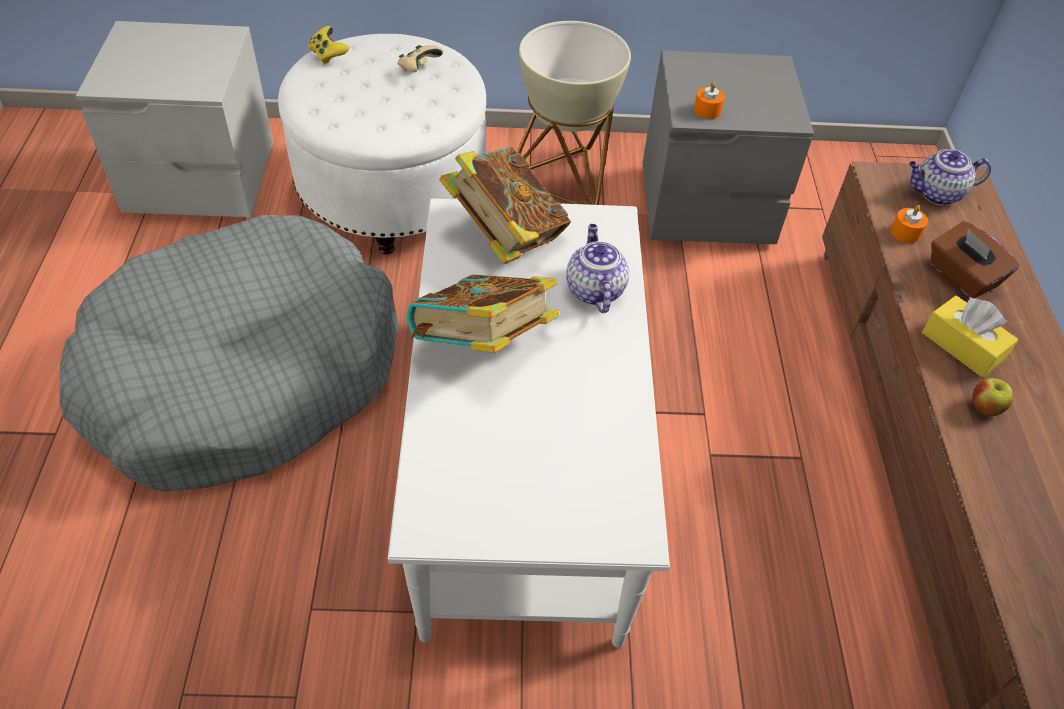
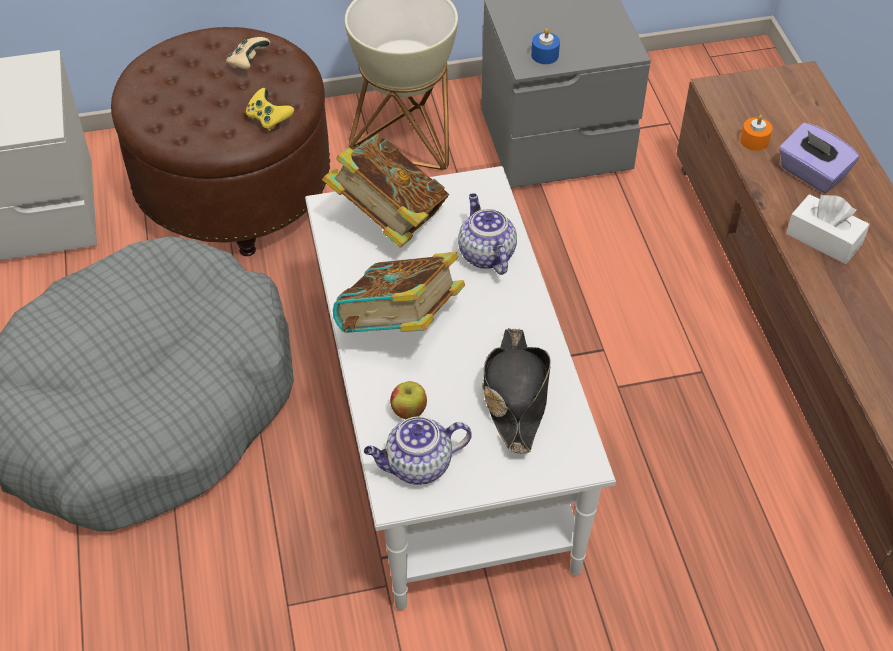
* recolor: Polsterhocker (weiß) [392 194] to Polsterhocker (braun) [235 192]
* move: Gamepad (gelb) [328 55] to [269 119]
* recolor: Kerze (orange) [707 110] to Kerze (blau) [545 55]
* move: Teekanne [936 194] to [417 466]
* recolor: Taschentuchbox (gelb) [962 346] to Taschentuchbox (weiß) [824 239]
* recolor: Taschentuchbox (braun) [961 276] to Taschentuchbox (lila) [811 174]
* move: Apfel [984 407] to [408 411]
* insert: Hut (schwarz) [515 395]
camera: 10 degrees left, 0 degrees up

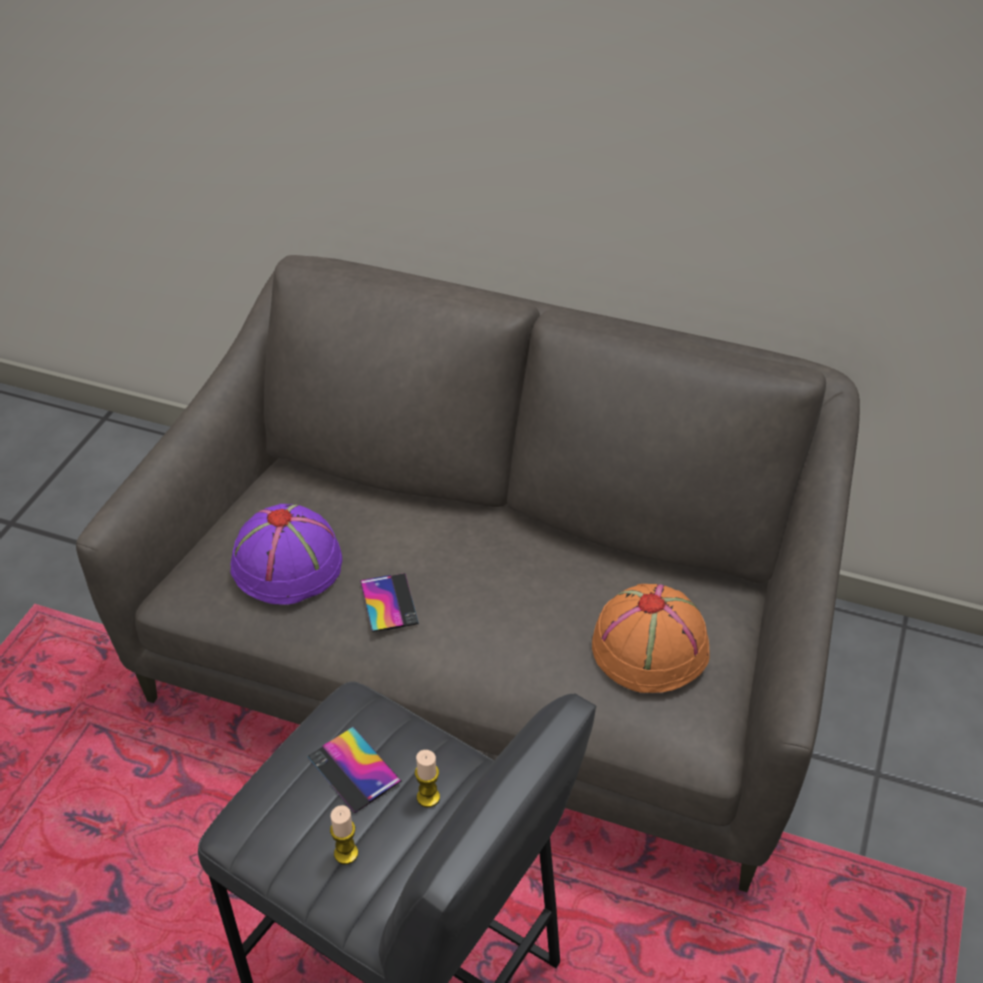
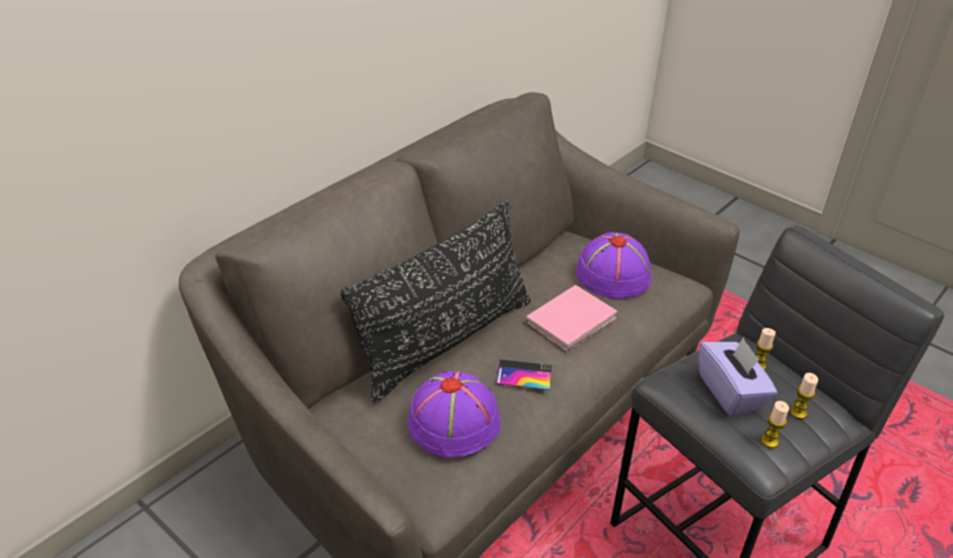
* replace: Handy [354 769] to Taschentuchbox (lila) [730 392]
* recolor: Hut (orange) [651 646] to Hut (lila) [613 274]
* insert: Kissen (schwarz) [445 341]
* insert: Buch (rosa) [573 320]
* insert: Kerze [769 441]
camera: 70 degrees left, 5 degrees down

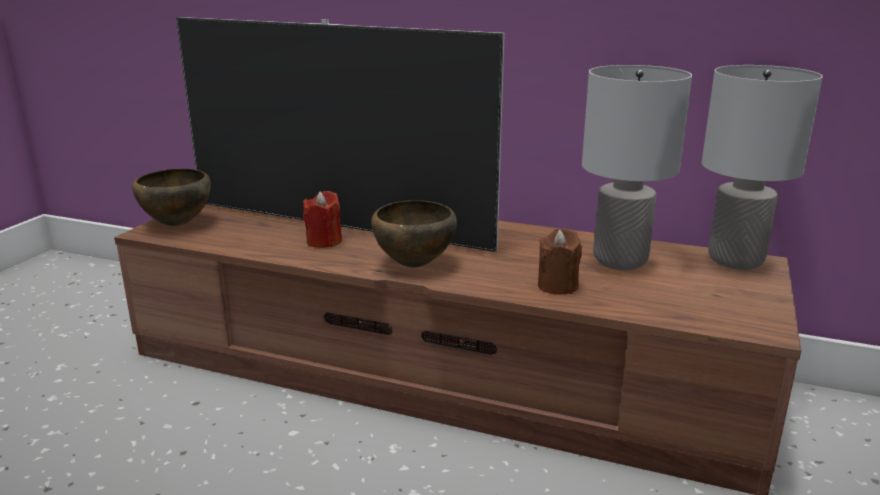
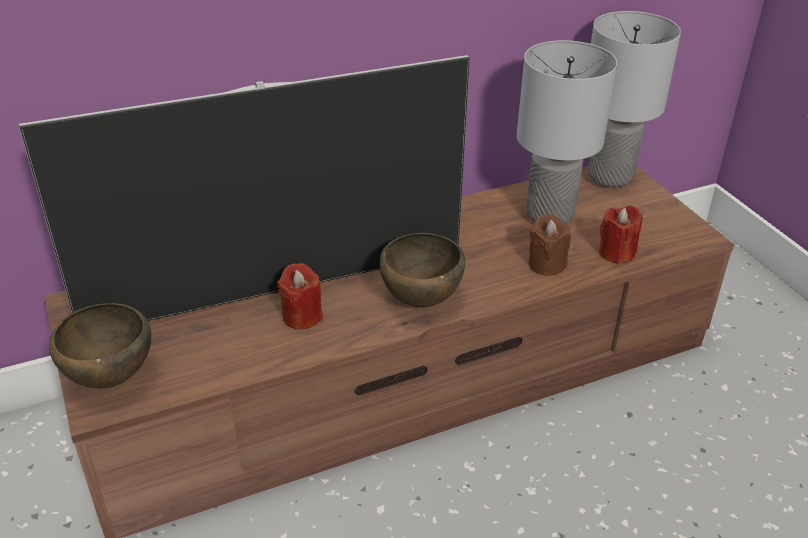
* insert: Kerze (rot) [616 253]
camera: 45 degrees left, 15 degrees up

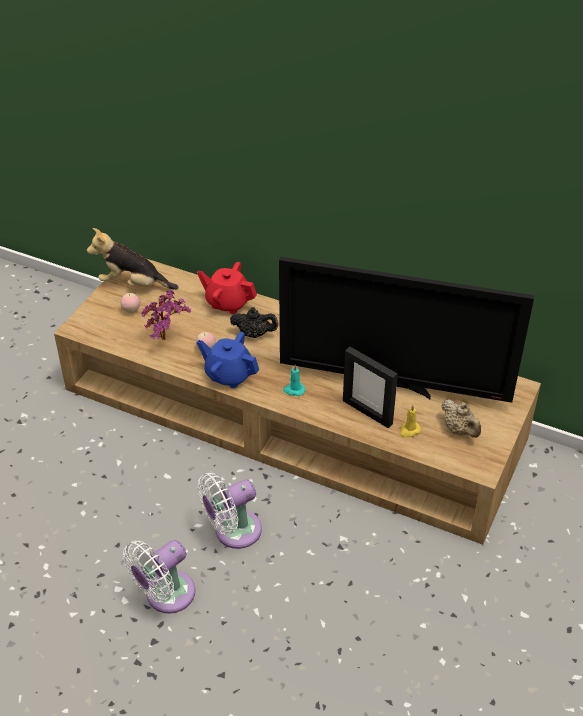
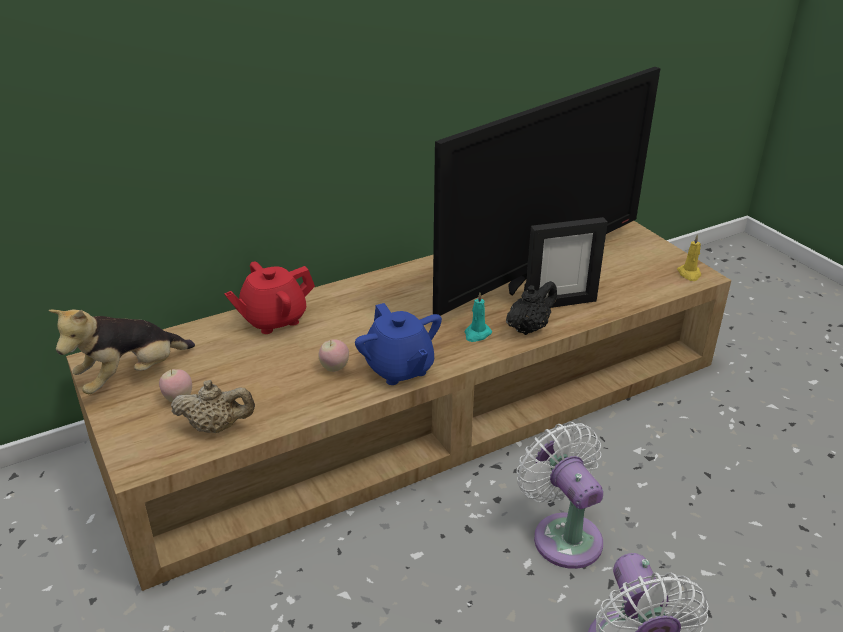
* delete: Topfpflanze [167 340]
* rotate: Teekanne (blau) [229 375] = [399 369] 90 degrees counterclockwise
* rotate: Ventilator (weiß) [233 532] = [563 535] 150 degrees clockwise
* move: Teekanne (schwarz) [254 334] to [529 328]
* move: Kerze (gelb) [409 430] to [689 274]
* move: Teekanne (beige) [459 430] to [216 427]
camera: 55 degrees left, 10 degrees down

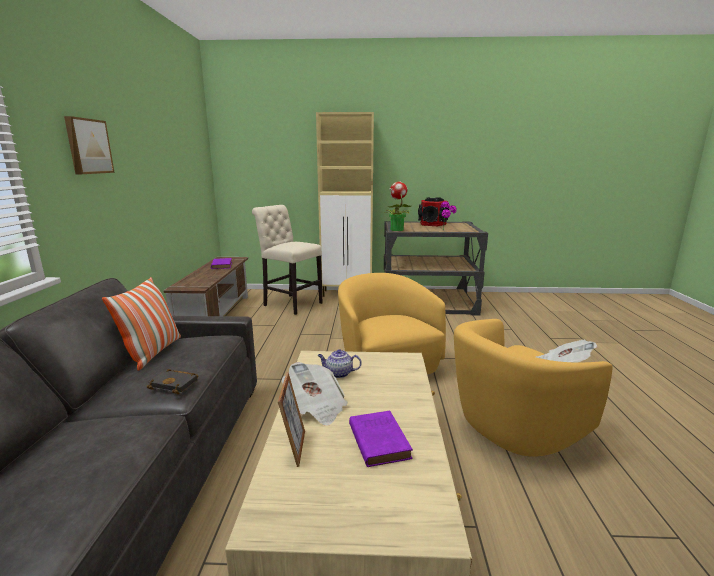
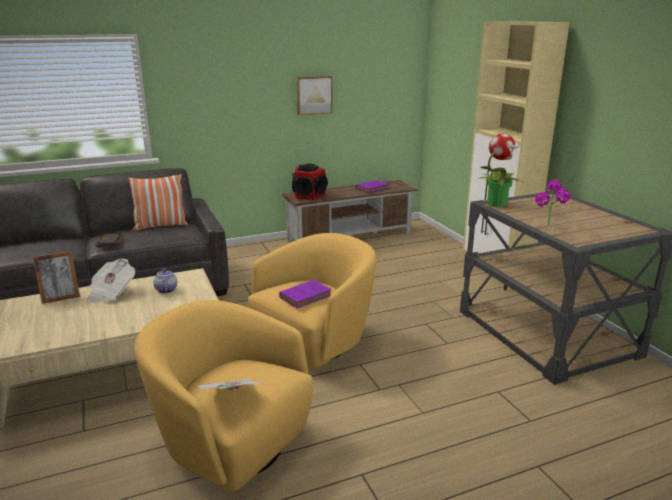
* move: Bild [88 146] to [314 95]
* delete: Hocker (beige) [290 304]
* move: Buch (lila) [378 440] to [306 296]
* move: Lautsprecher [432 224] to [309 195]
camera: 65 degrees right, 5 degrees up

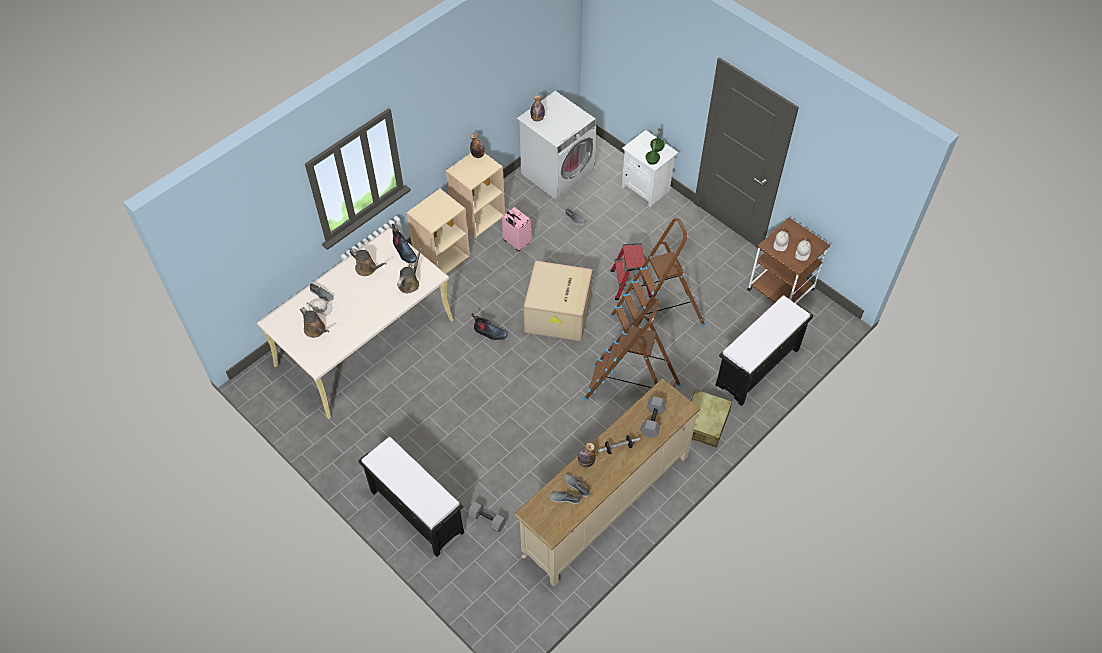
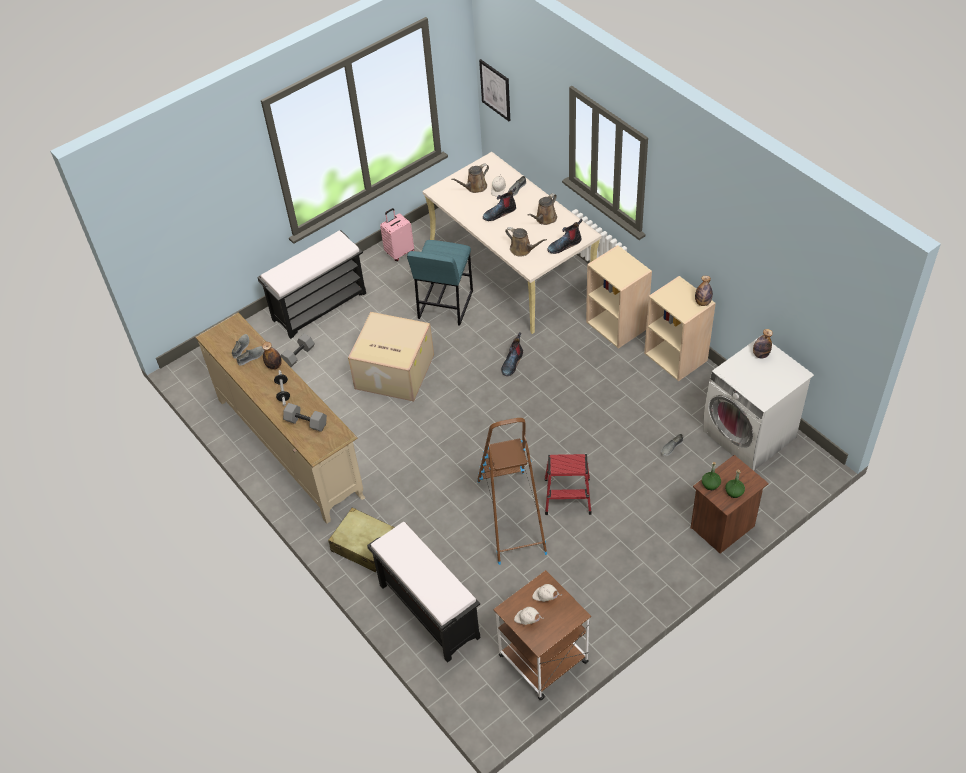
* move: Koffer (rosa) [516 242] to [399 252]
* move: Karton [559 314] to [393 372]
* delete: Trittleiter (braun) [632 392]
* recolor: Nachttisch (weiß) [646 188] to Nachttisch (braun) [723 527]
* insert: Hocker (blau) [445 305]
* insert: Bild [495 90]
* insert: Stiefel [499 213]
camera: 100 degrees right, 5 degrees down

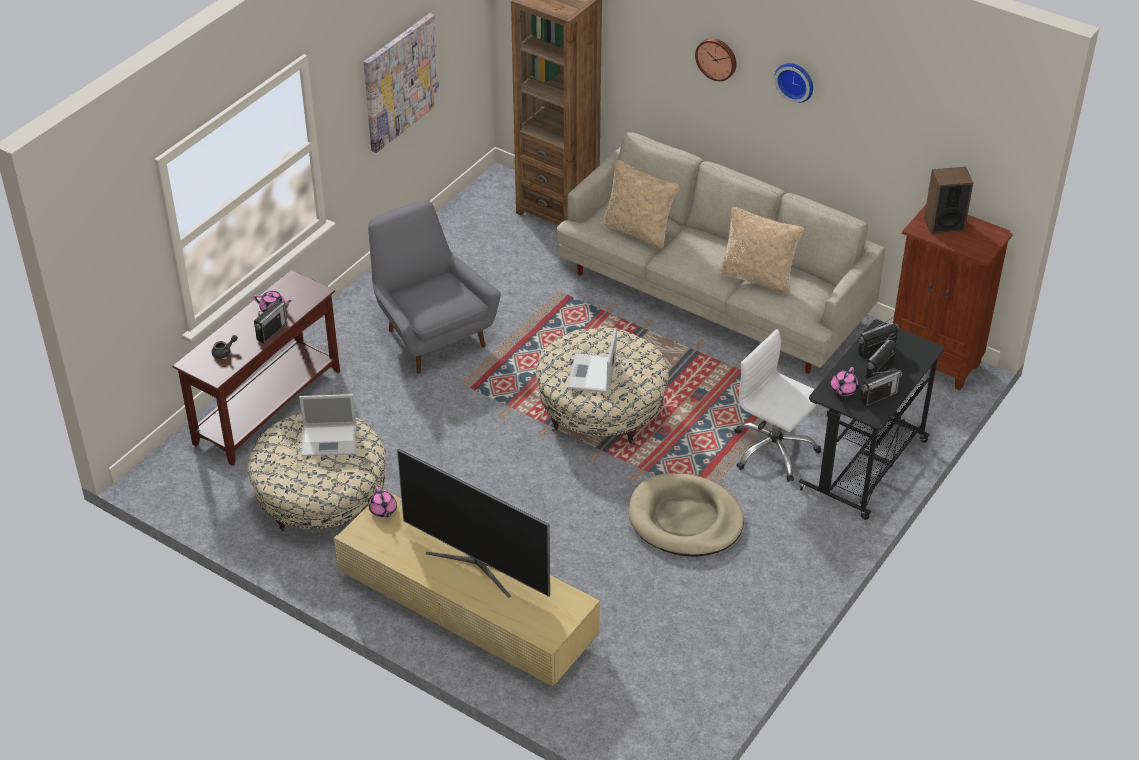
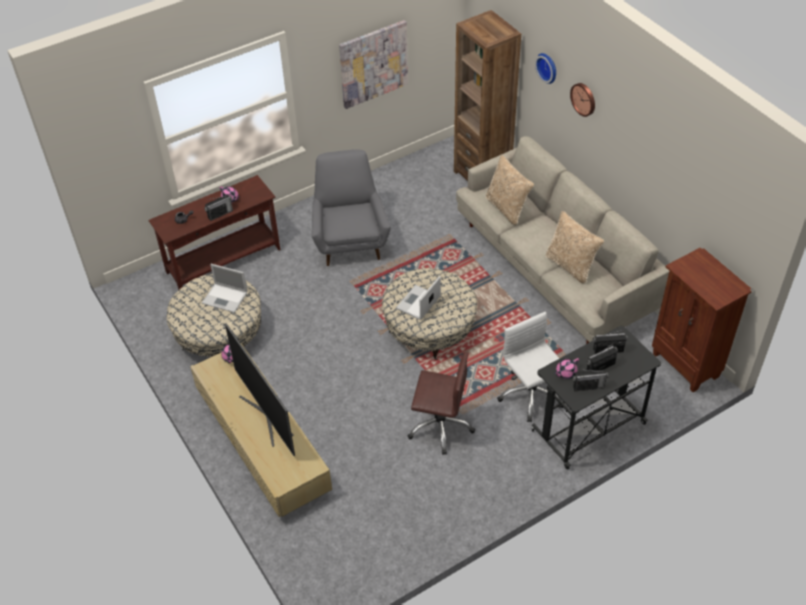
* replace: Hundebett (beige) [685 519] to Bürostuhl (braun) [440 426]
* move: Wanduhr [795 81] to [548 67]
* delete: Lautsprecher [944 224]
camera: 25 degrees right, 5 degrees up

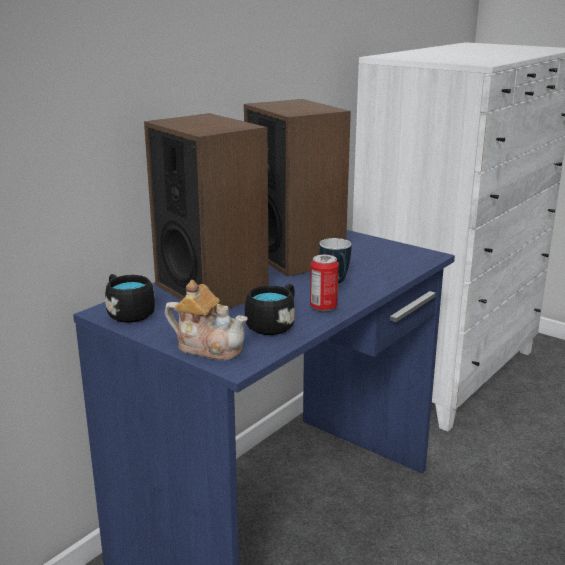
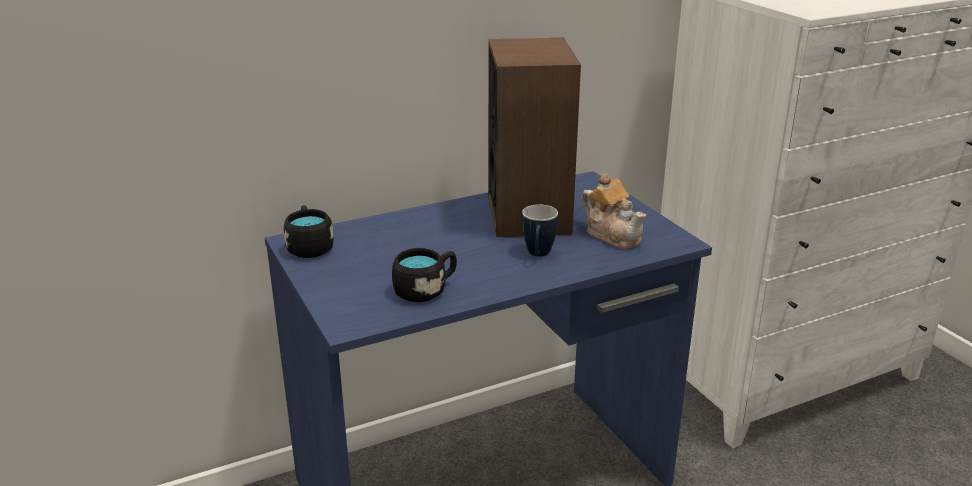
* delete: Lautsprecher [211 289]
* move: Teekanne [208 347] to [613 235]
* delete: Dose [323 307]
camera: 25 degrees right, 5 degrees up

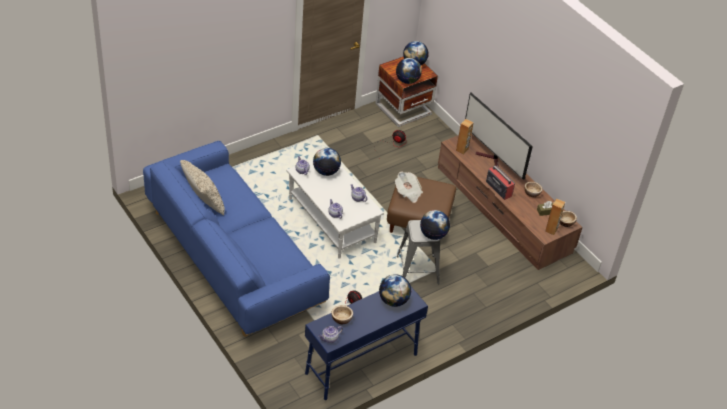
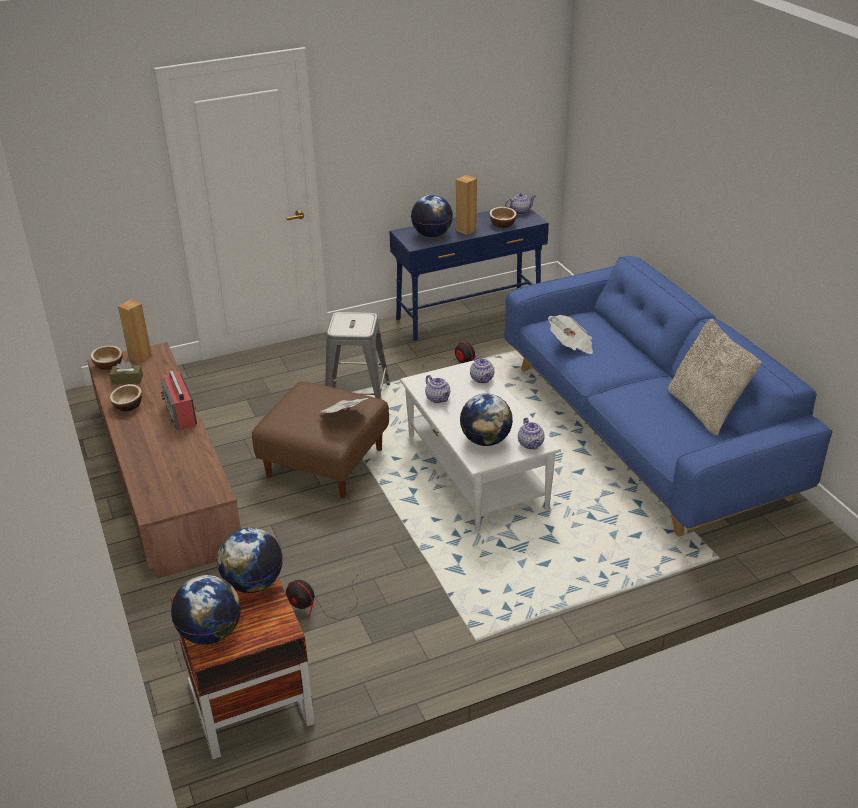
* delete: Globus [433 235]
* move: Lautsprecher (braun) [462 150] to [466 230]
* delete: Fernseher [492 161]
* insert: Zeitung [571 345]
camera: 165 degrees left, 10 degrees down

